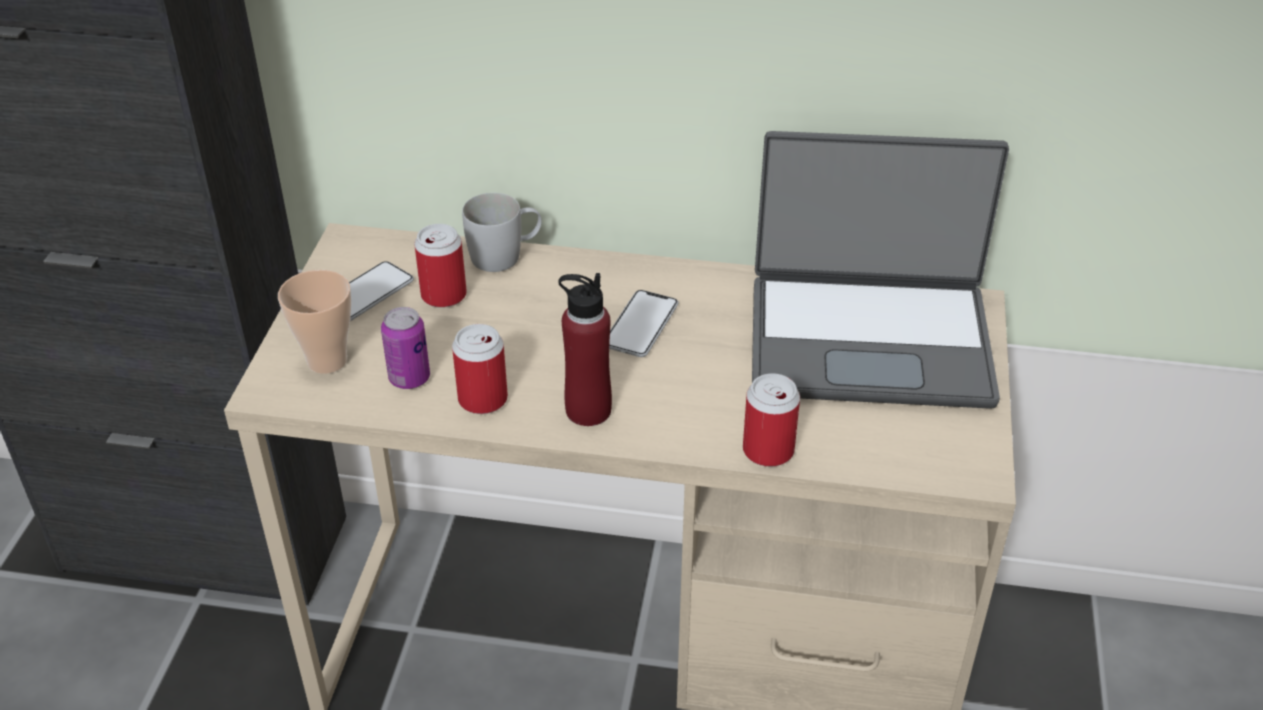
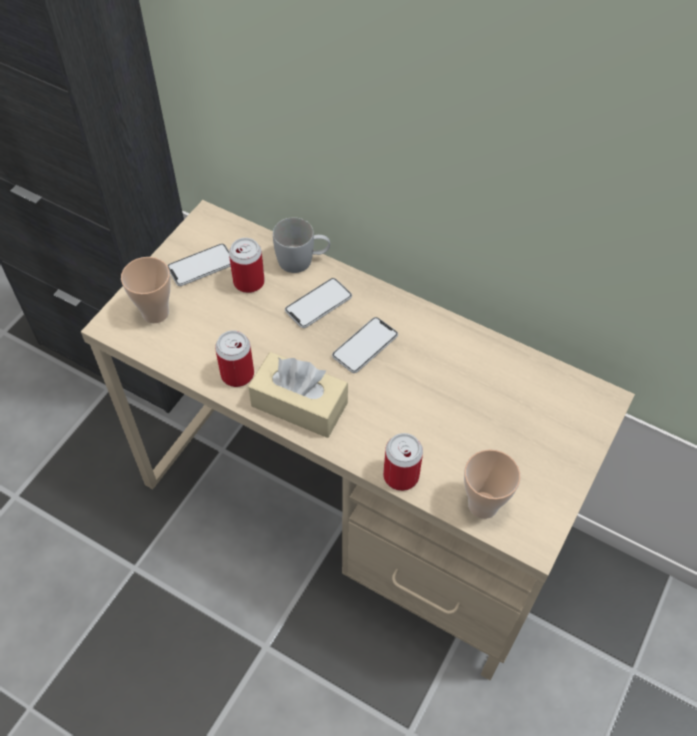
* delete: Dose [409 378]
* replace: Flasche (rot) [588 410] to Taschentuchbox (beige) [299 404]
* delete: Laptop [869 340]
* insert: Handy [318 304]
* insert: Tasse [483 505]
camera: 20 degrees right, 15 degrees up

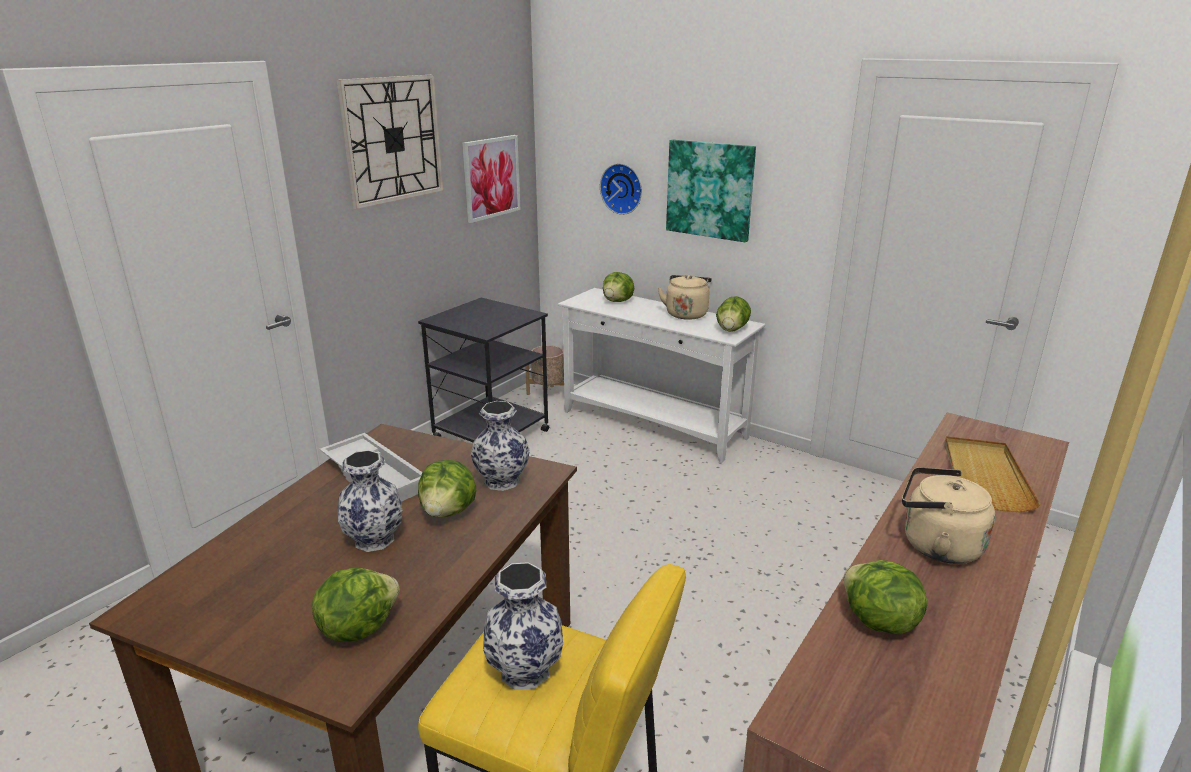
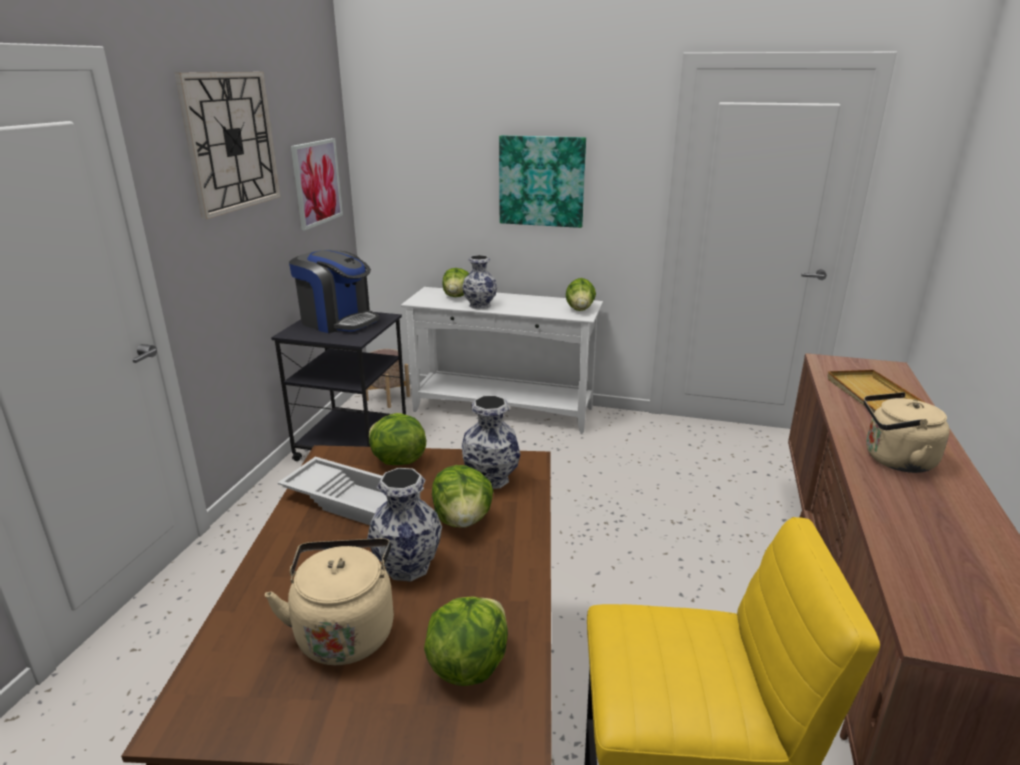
* move: Vase [525 669] to [480 305]
* delete: Wanduhr [622 188]
* move: Wasserkessel (beige) [686 313] to [345 630]
* move: Salatkopf [877 622] to [397 461]
* insert: Kaffeemaschine [338 321]
camera: 20 degrees left, 0 degrees up

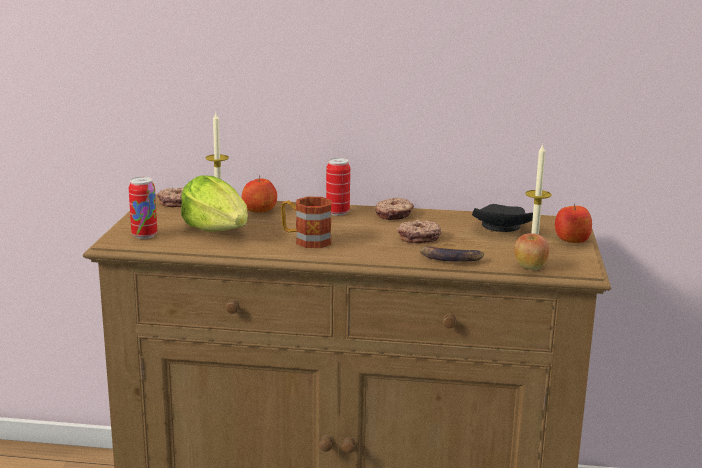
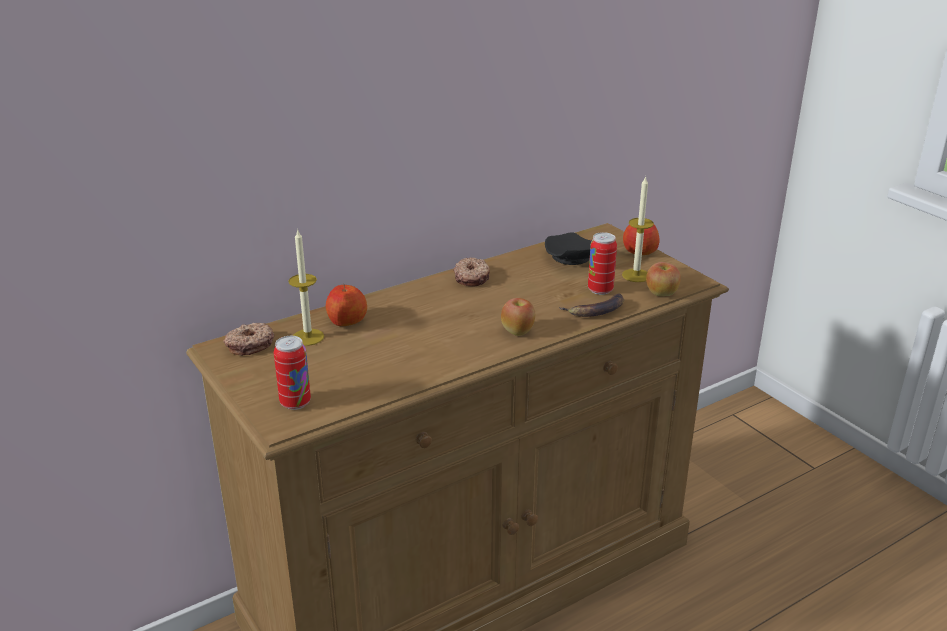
* delete: Salatkopf [218 230]
* delete: Henkelbecher [306 240]
* move: Dose [337 212] to [600 290]
* delete: Donut [418 237]
* insert: Apfel [518 331]
camera: 40 degrees left, 10 degrees up

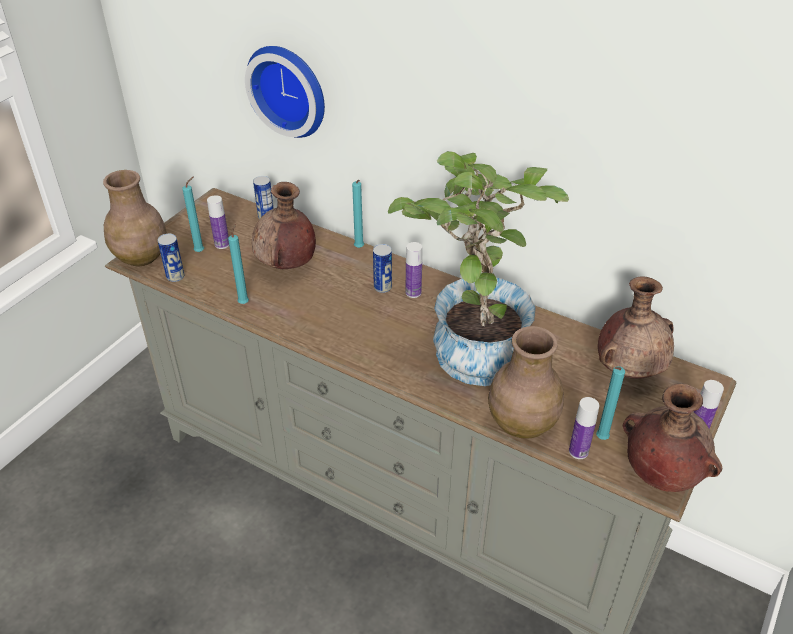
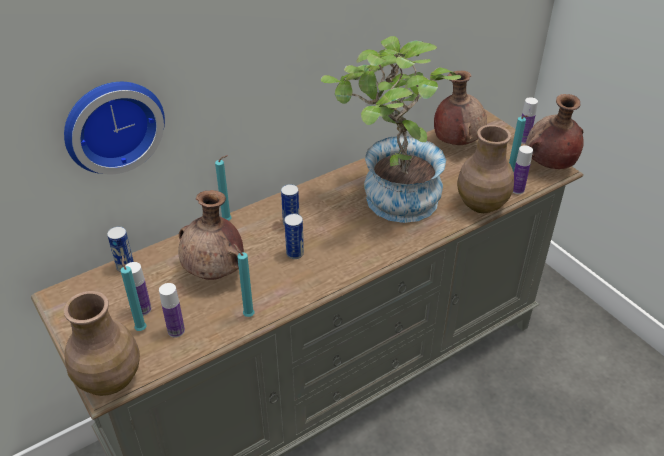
* move: Dose [175 276] to [295 253]
* move: Flasche [413 292] to [176 331]
camera: 65 degrees left, 0 degrees up

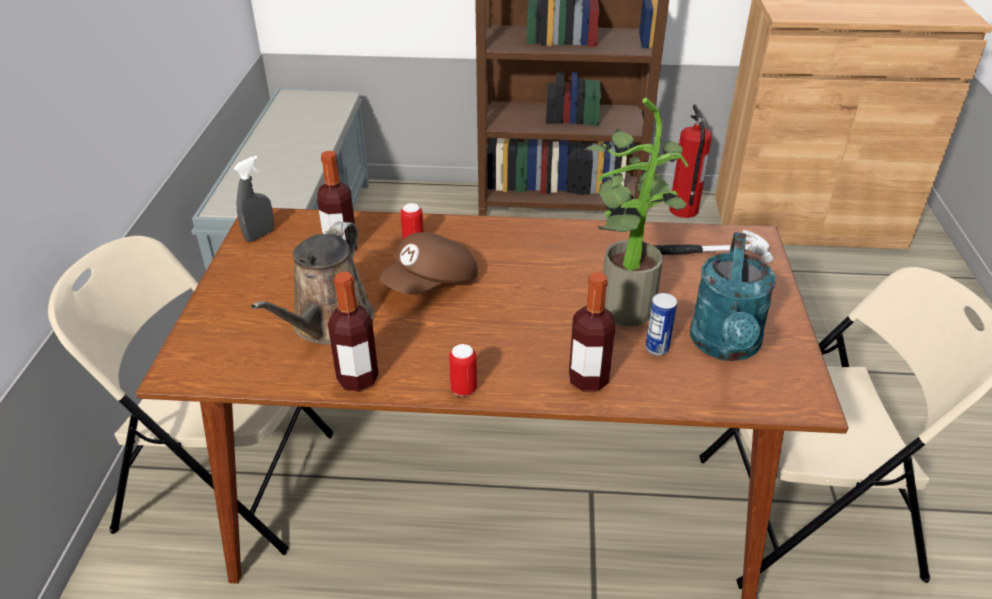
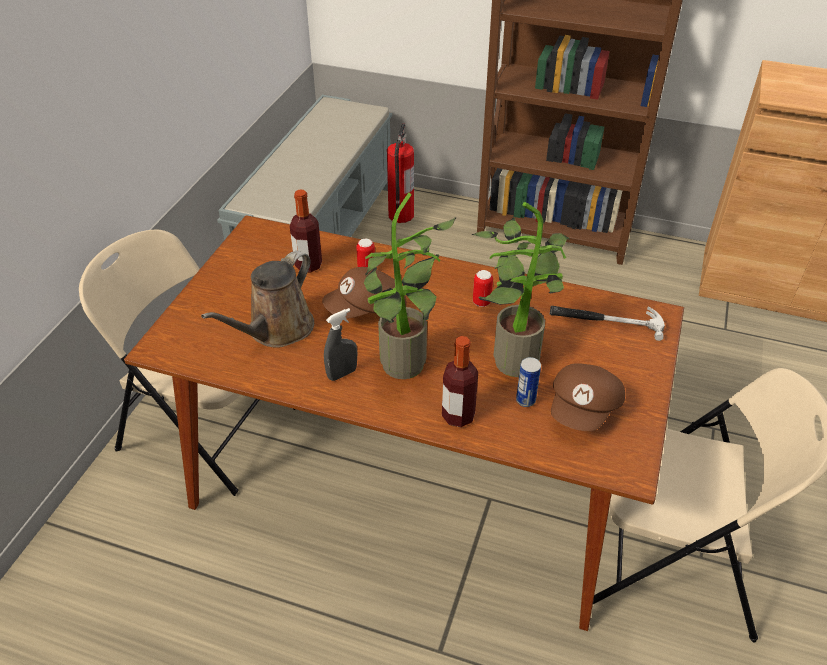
* move: Sprühflasche (grau) [260 235] to [342 374]
* delete: Flasche [358 379]
* move: Dose [463 389] to [481 302]
* move: Feuerlöscher [684 210] to [401 215]
* replace: Gießkanne (türkis) [725 346] to Kappe (braun) [584 409]
* insert: Topfpflanze [406 369]
camera: 15 degrees right, 5 degrees up

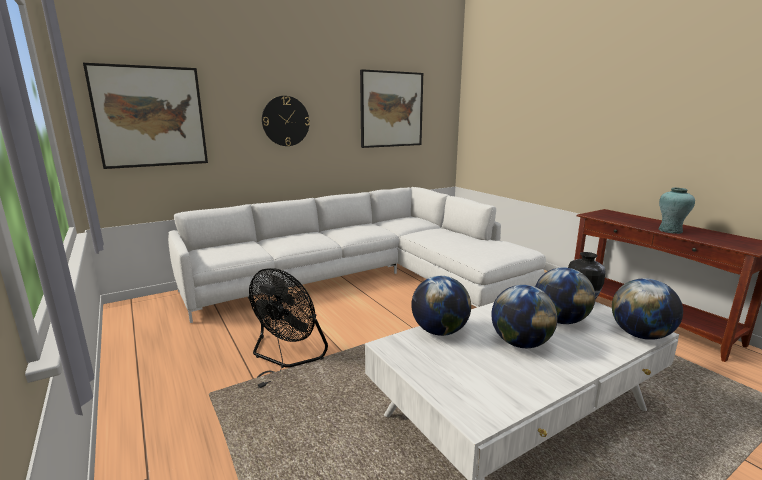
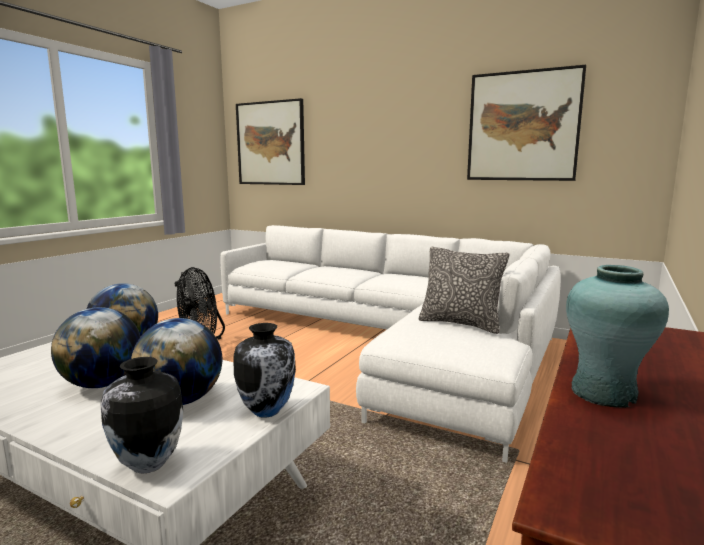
* delete: Wanduhr [285 121]
* replace: Globus [640 335] to Vase [147 465]
* insert: Kissen [460 323]
camera: 60 degrees right, 5 degrees down

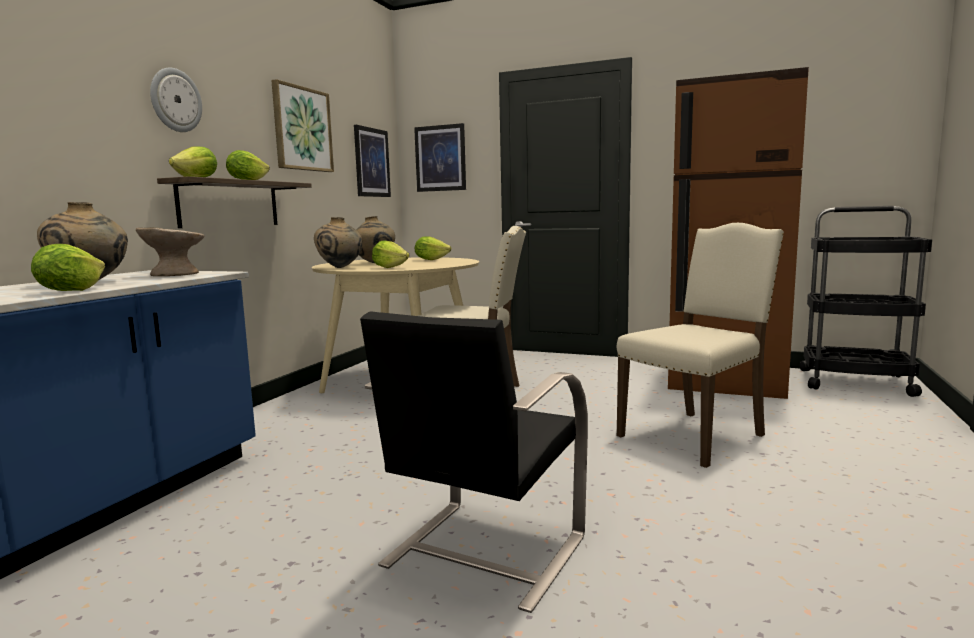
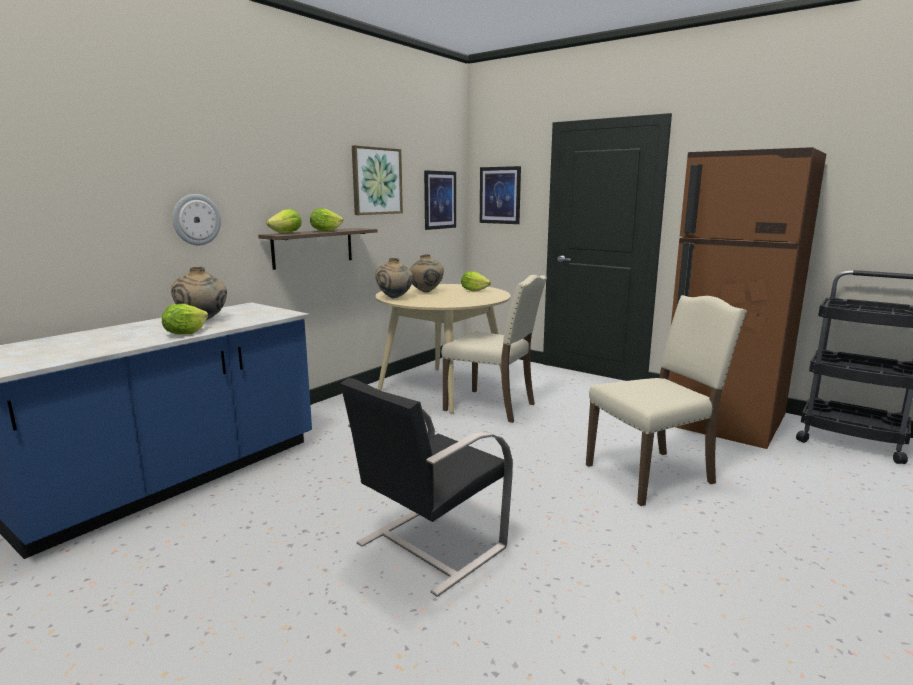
* delete: Schüssel (beige) [175 274]
* move: Wanduhr [175 100] to [196 219]
* delete: Salatkopf [389 267]
camera: 15 degrees right, 5 degrees up

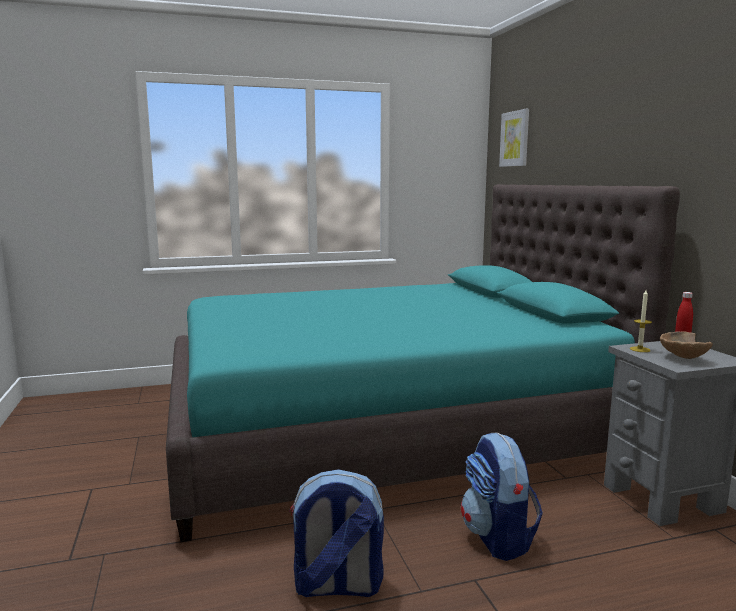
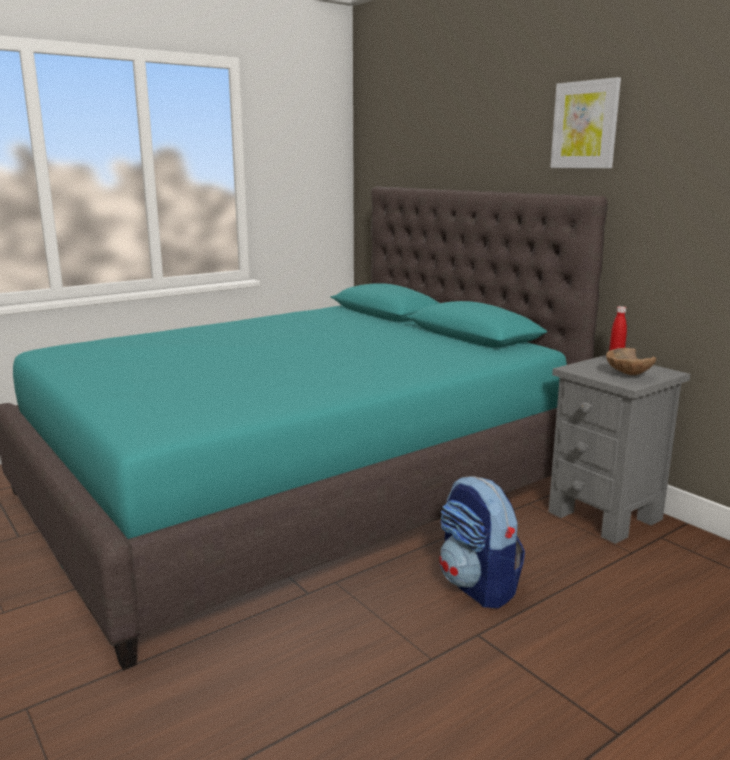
* delete: Rucksack [337 586]
* move: Bild [515 139] to [585 125]
* delete: Kerze [640 349]
camera: 20 degrees left, 5 degrees up

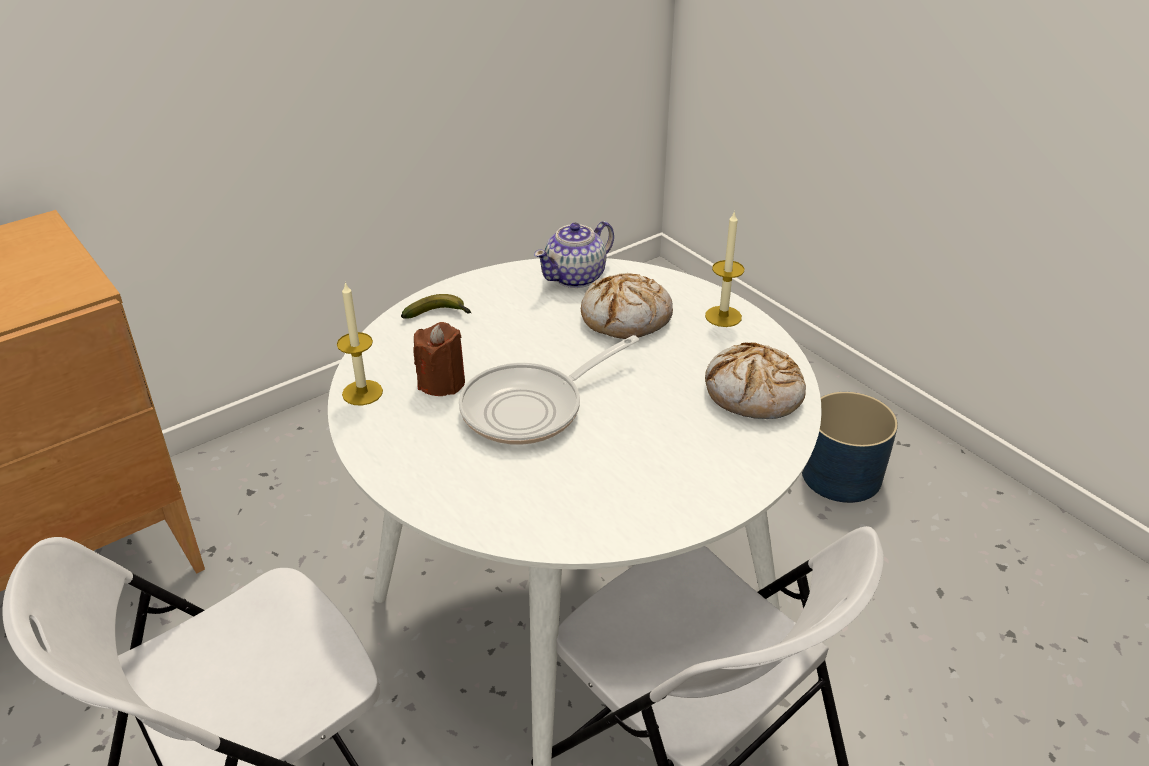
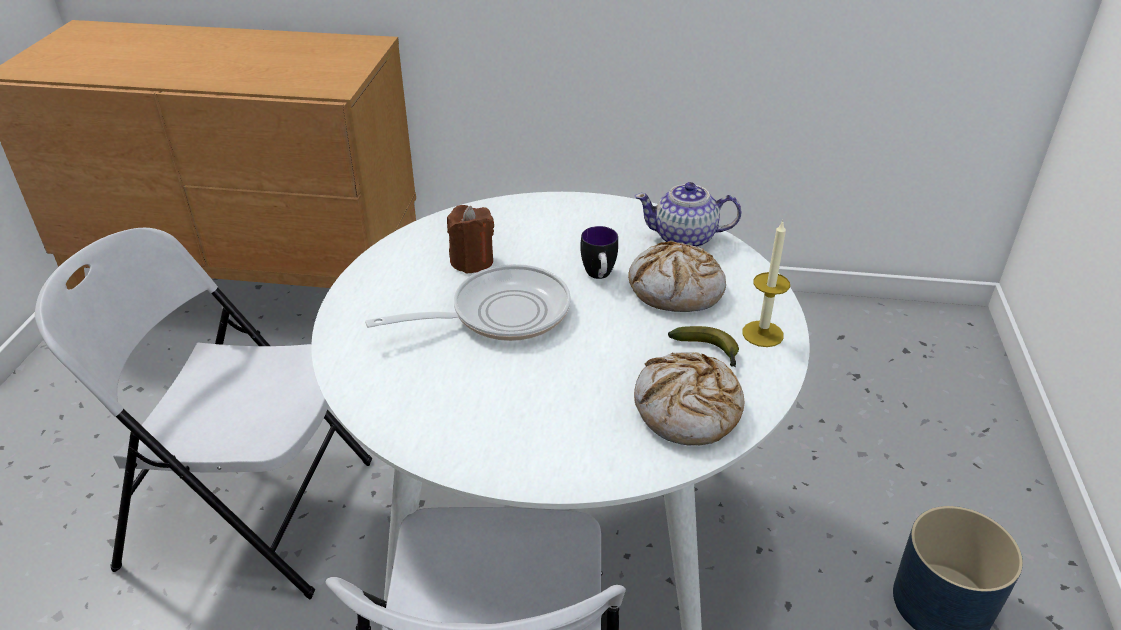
* delete: Kerze [362 392]
* move: Banane [439 315] to [709 352]
* rotate: Pfanne [531 408] = [500 314] 150 degrees clockwise
* insert: Henkelbecher [599 276]
camera: 45 degrees right, 0 degrees up

